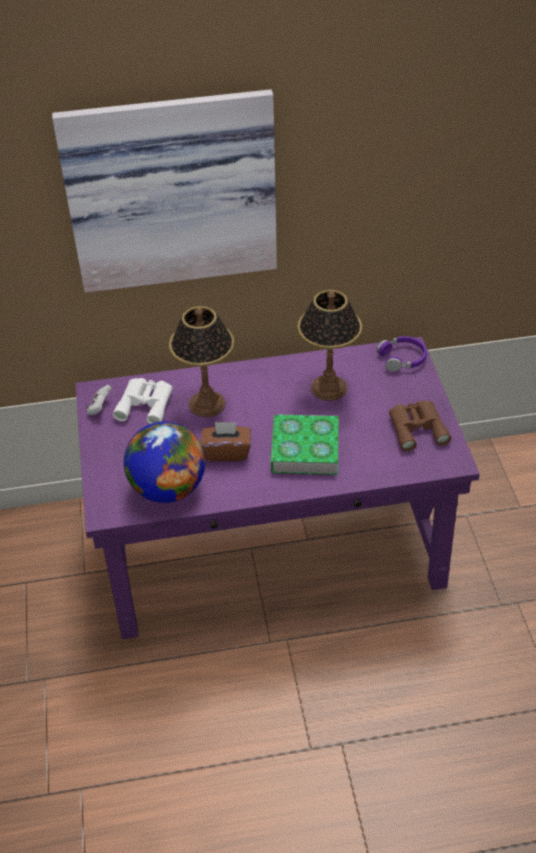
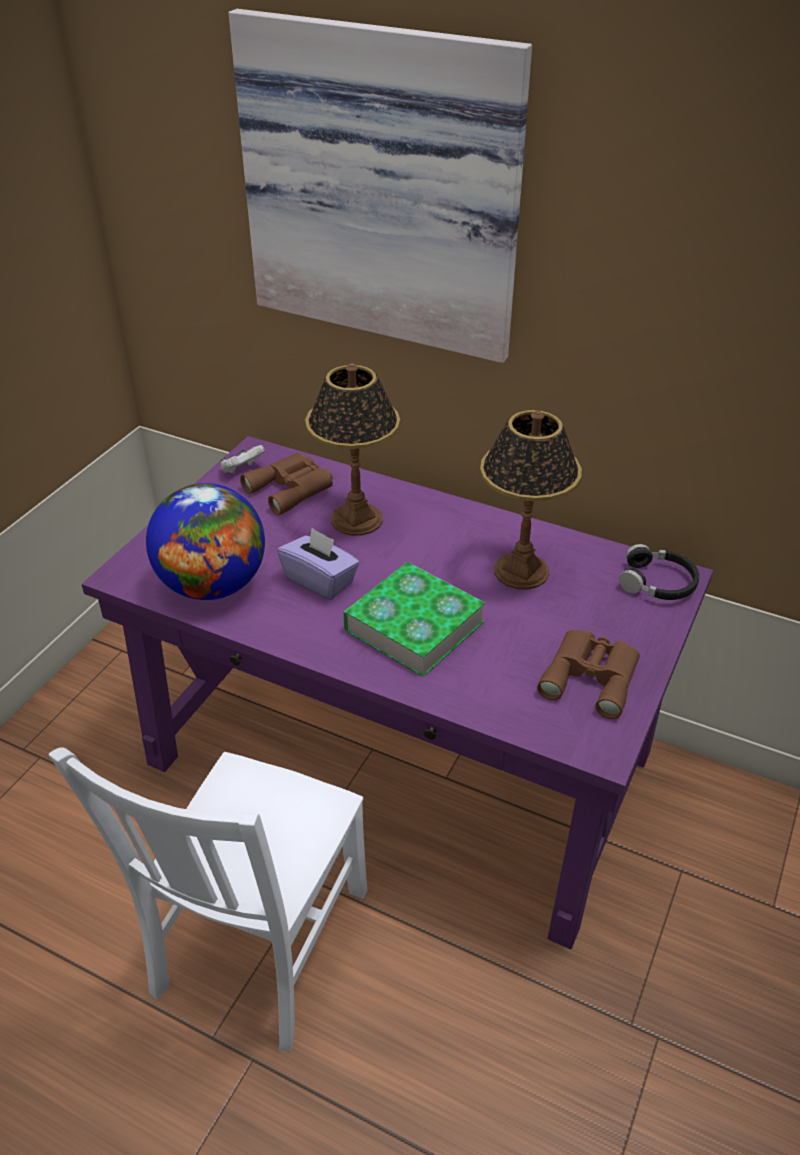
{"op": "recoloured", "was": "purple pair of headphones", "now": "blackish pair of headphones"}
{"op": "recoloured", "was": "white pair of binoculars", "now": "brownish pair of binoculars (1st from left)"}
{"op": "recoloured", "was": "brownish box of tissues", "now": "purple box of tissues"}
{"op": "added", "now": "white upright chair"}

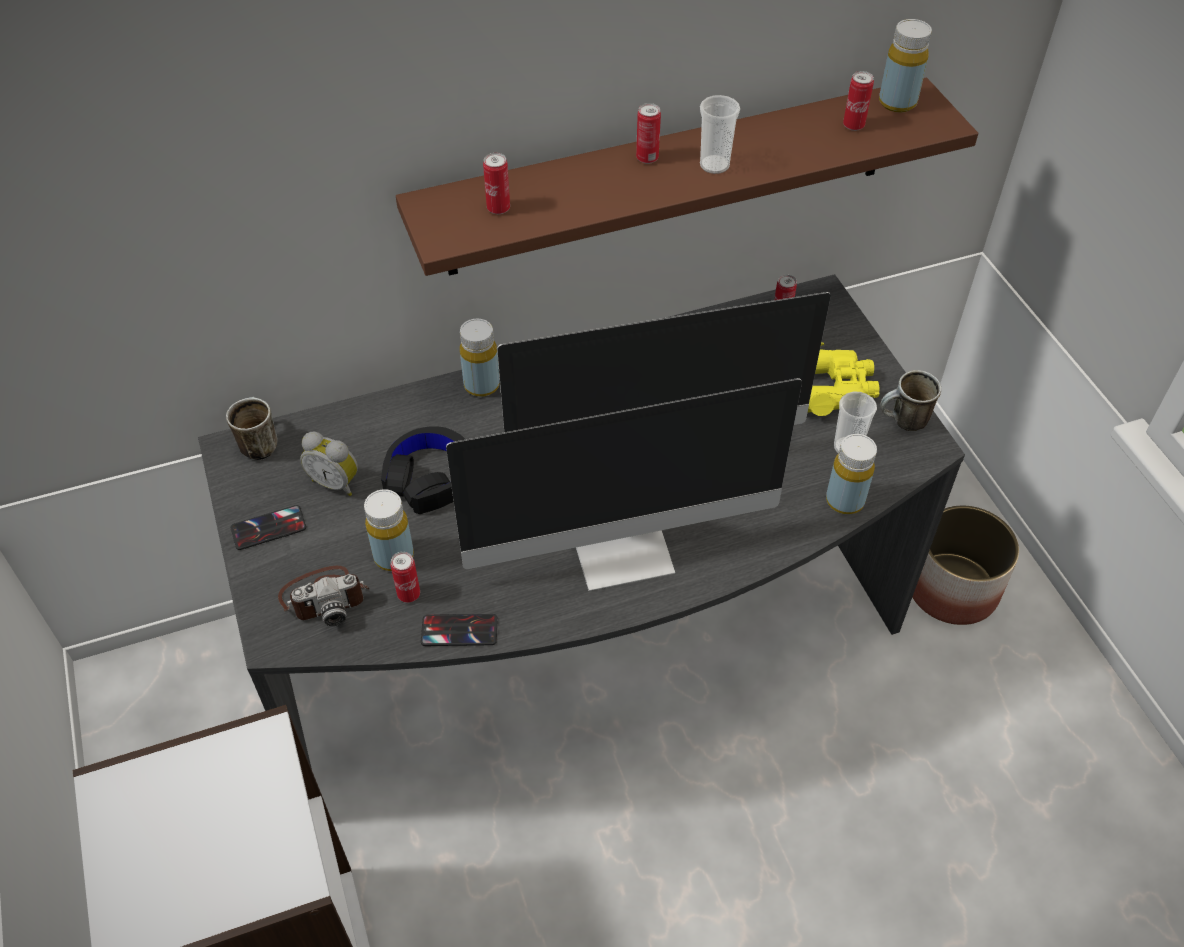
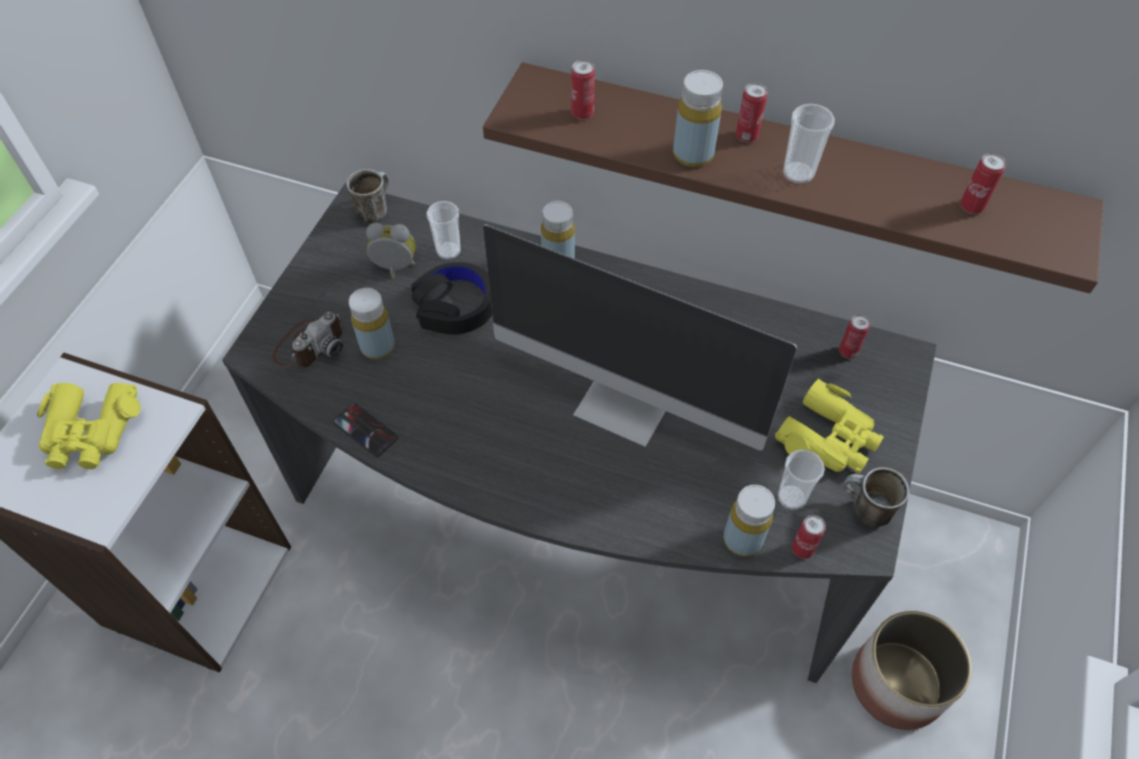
{"op": "moved", "was": "yellow drink bottle (4th from left in the first image)", "now": "yellow drink bottle (3rd from left)"}
{"op": "removed", "was": "computer screen (1st from left)"}
{"op": "turned", "was": "bedside clock", "clockwise": 120}
{"op": "removed", "was": "handset (1st from left)"}
{"op": "moved", "was": "sealed can (1st from left in the first image)", "now": "sealed can (3rd from left)"}
{"op": "turned", "was": "photo camera", "clockwise": -75}
{"op": "added", "now": "drinking cup (1st from left)"}
{"op": "added", "now": "yellow pair of binoculars (1st from left)"}

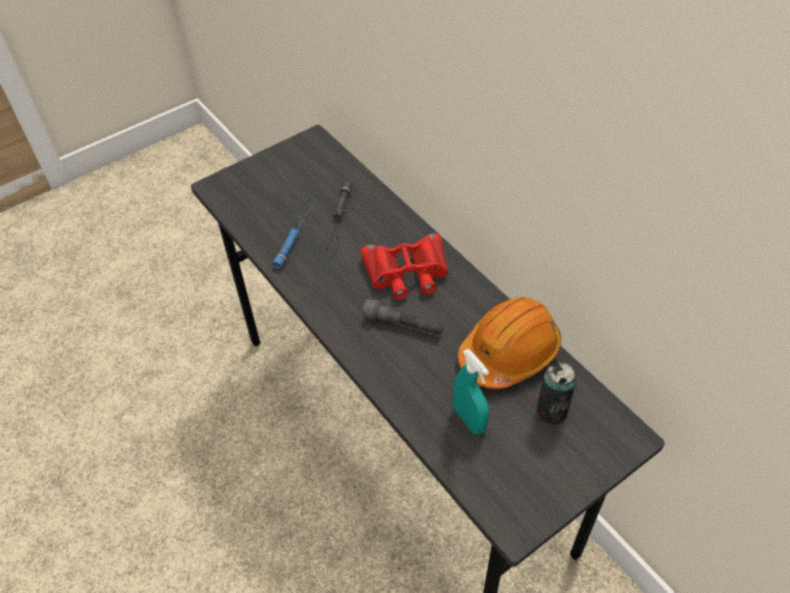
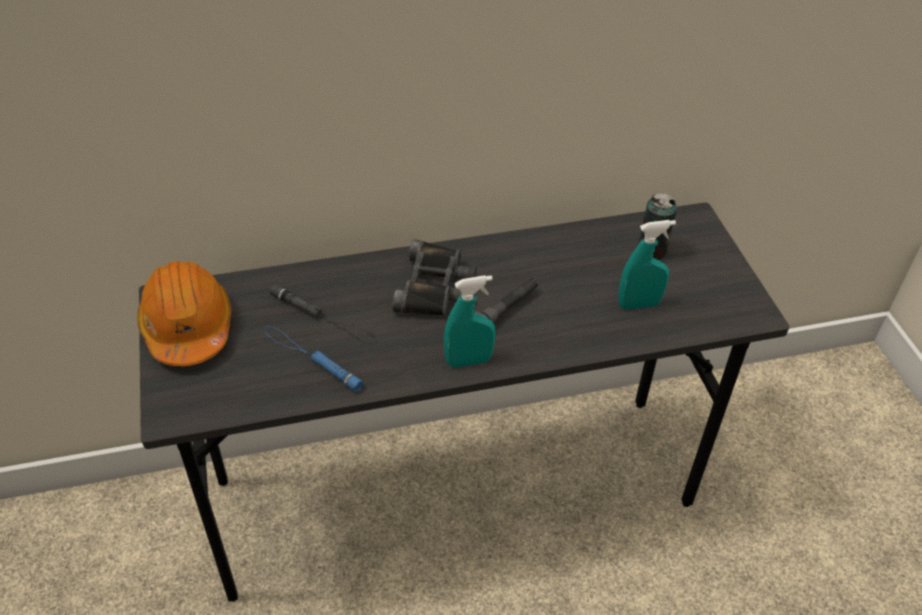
{"op": "recoloured", "was": "reddish pair of binoculars", "now": "blackish pair of binoculars"}
{"op": "moved", "was": "orangey hard hat"}
{"op": "added", "now": "turquoise sprayer (1st from left)"}

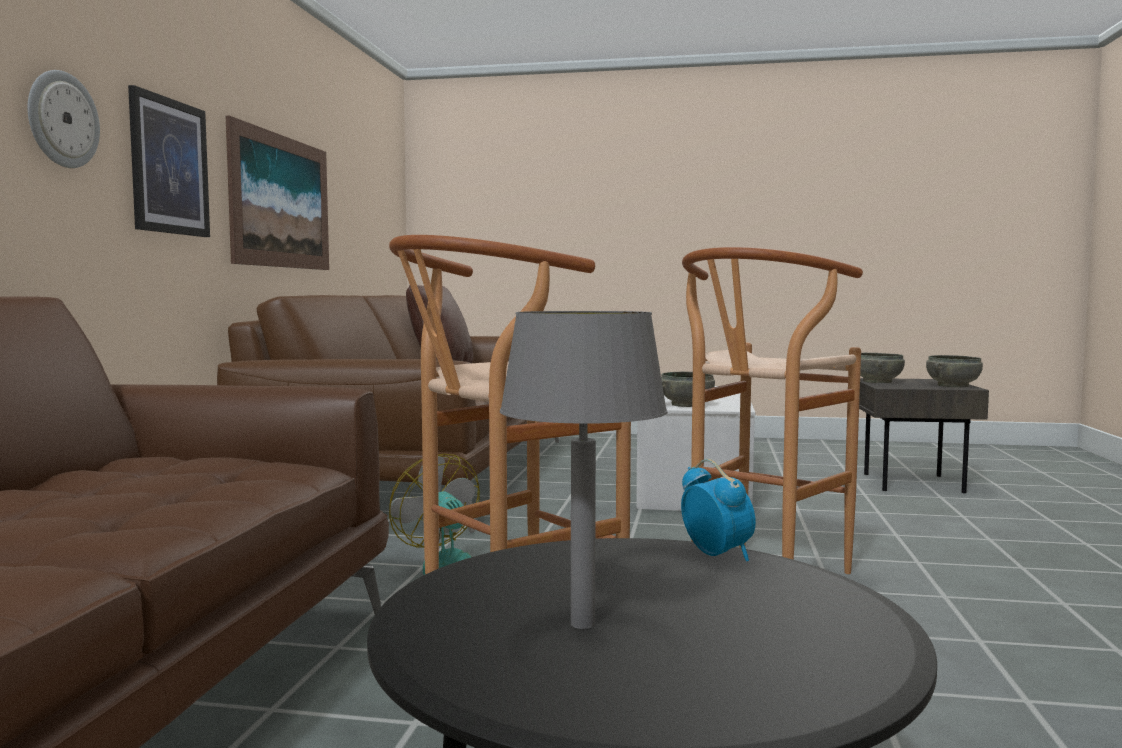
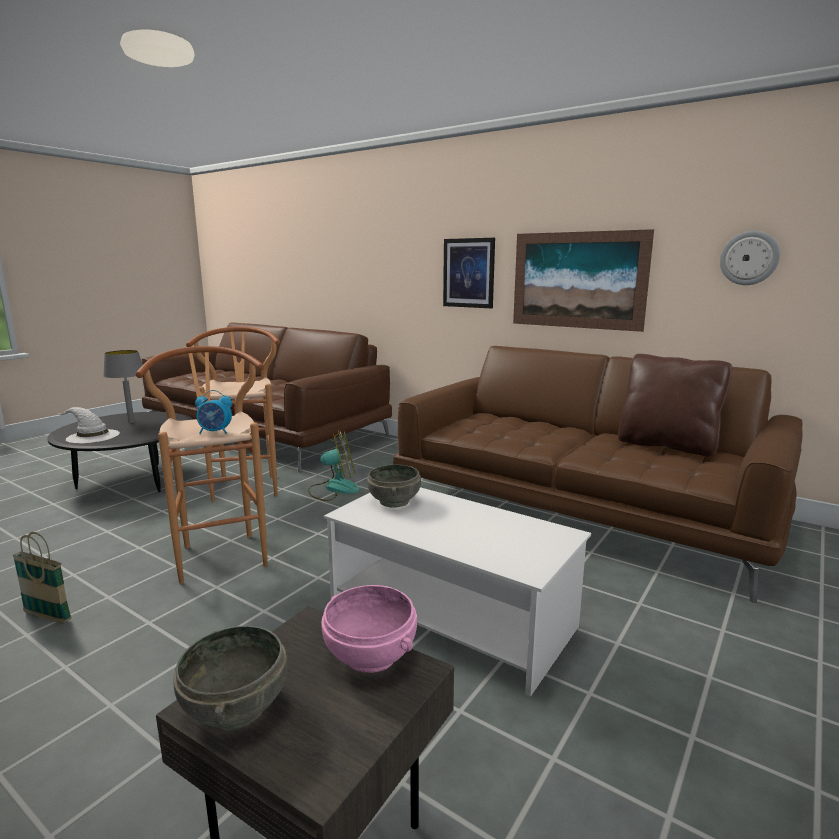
{"op": "moved", "was": "hanging clock"}
{"op": "recoloured", "was": "grey bowl (2nd from left)", "now": "pink-coloured bowl"}
{"op": "moved", "was": "bedside clock"}
{"op": "added", "now": "white clothing hat"}
{"op": "added", "now": "basket"}

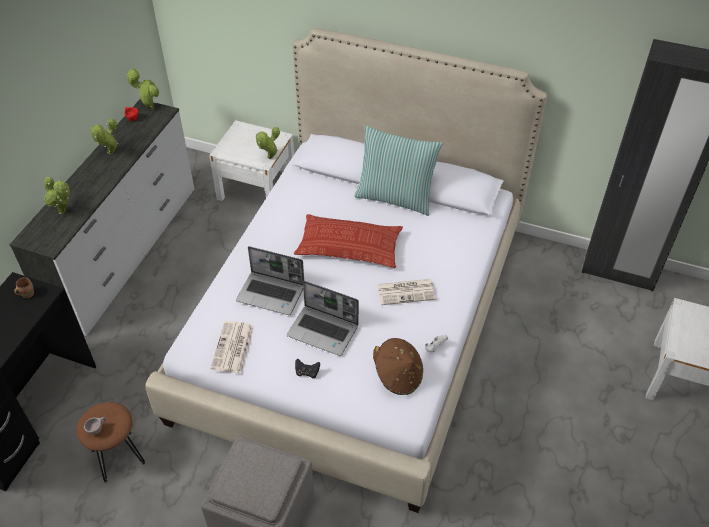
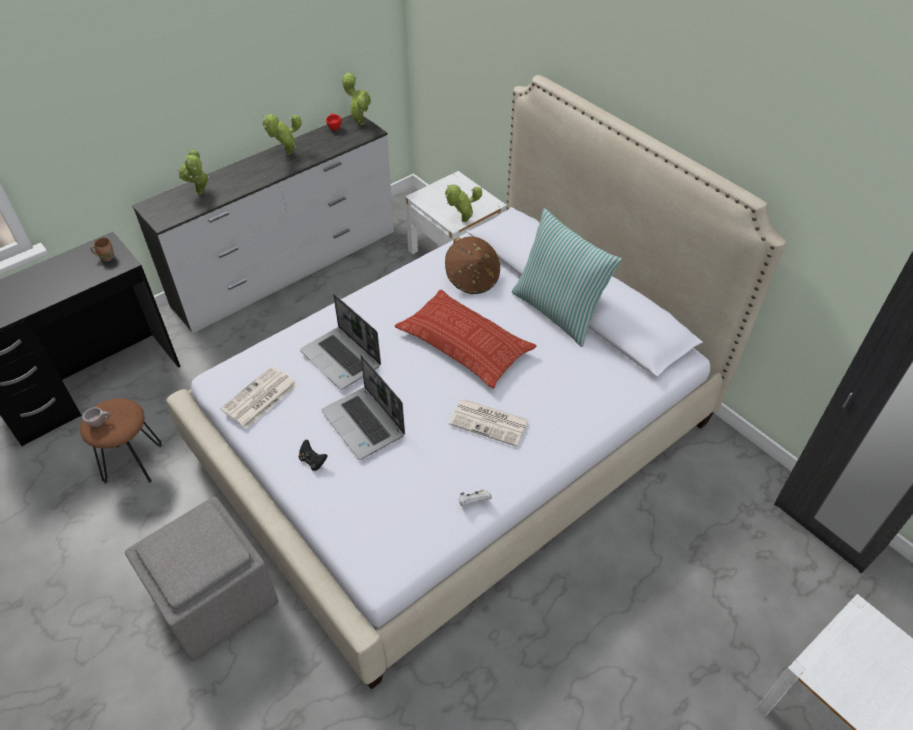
{"op": "moved", "was": "brownish clothing hat"}

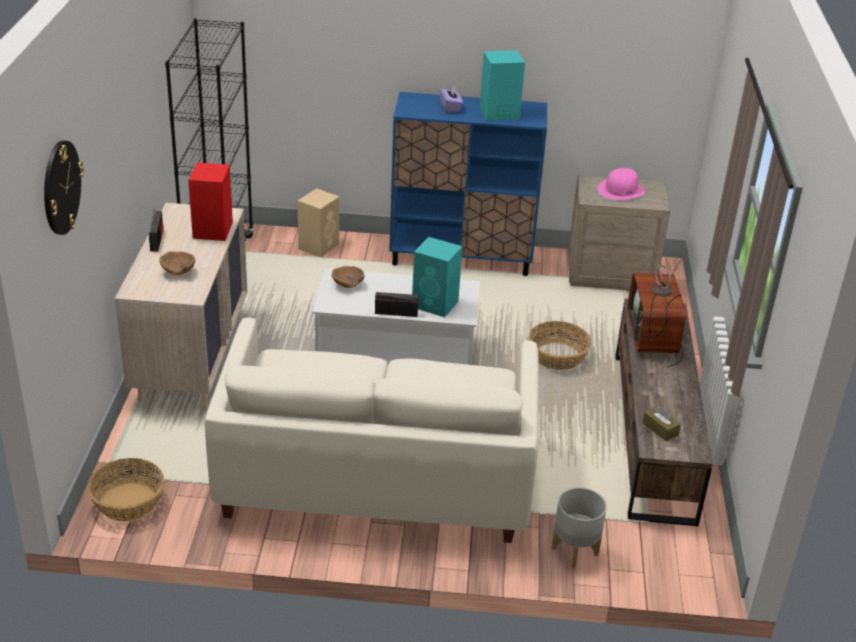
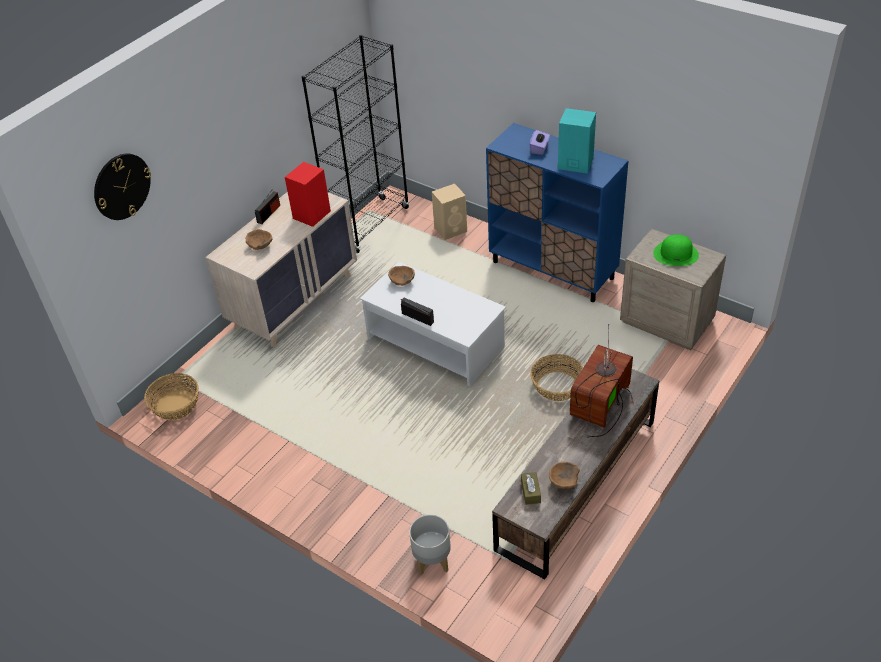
{"op": "recoloured", "was": "pink-coloured clothing hat", "now": "greenish clothing hat"}
{"op": "removed", "was": "turquoise audio speaker (1st from left)"}
{"op": "removed", "was": "white couch"}
{"op": "added", "now": "brownish bowl (3rd from left)"}

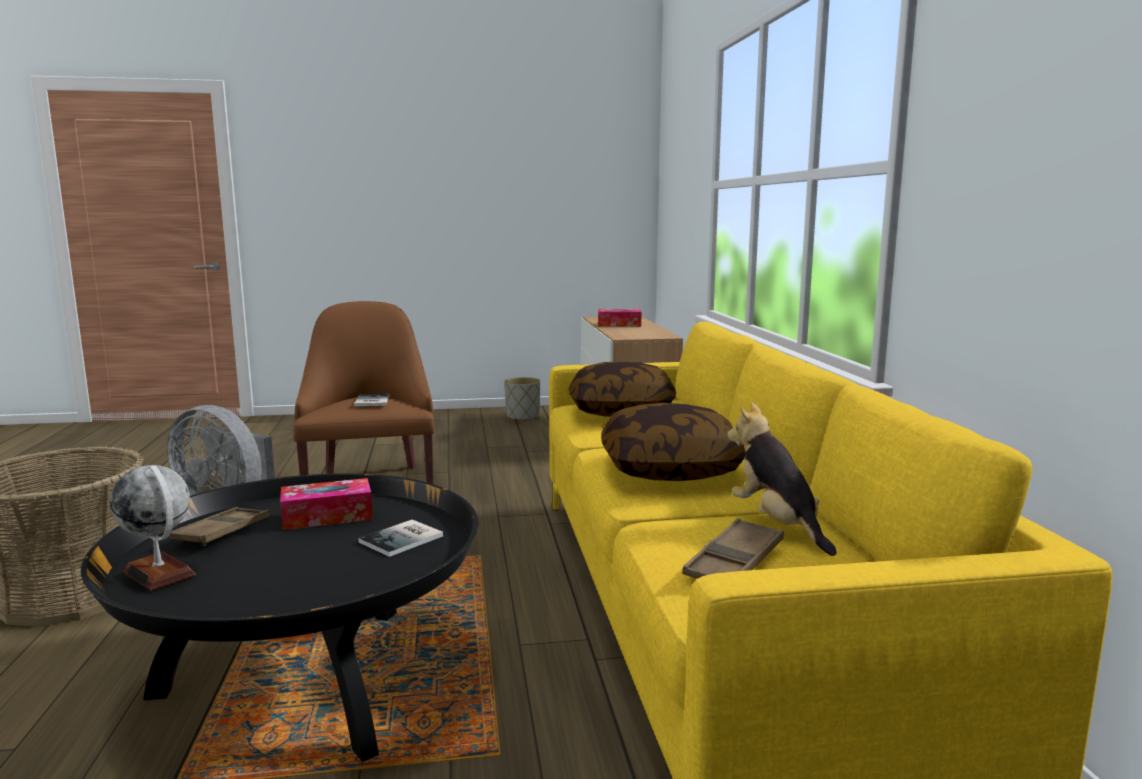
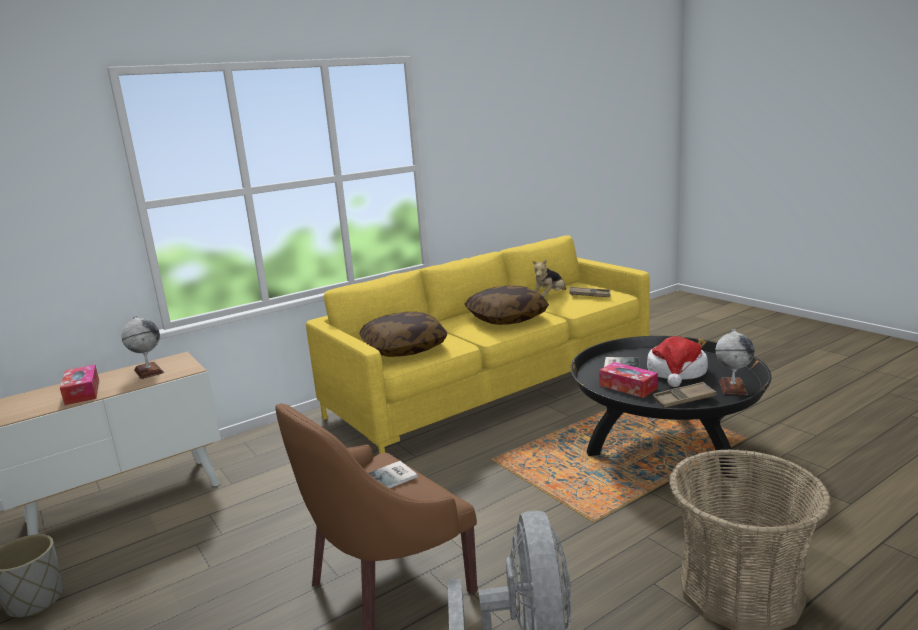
{"op": "added", "now": "desk globe (1st from left)"}
{"op": "added", "now": "clothing hat"}

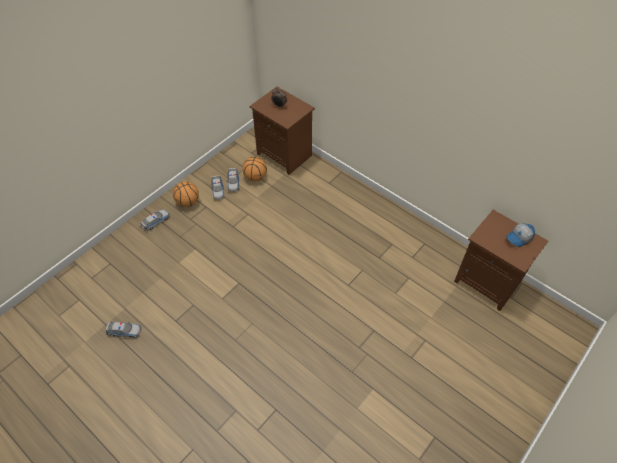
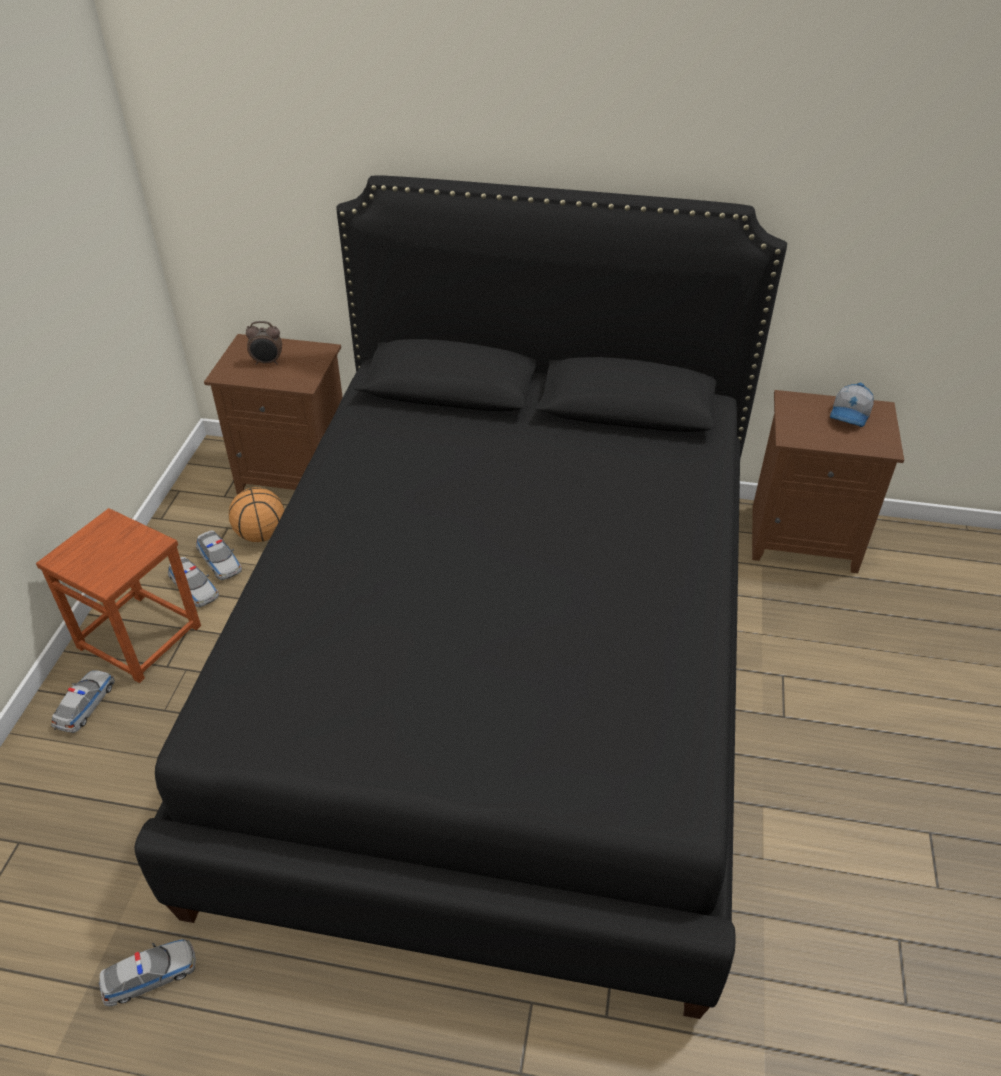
{"op": "replaced", "was": "basketball ball (1st from left)", "now": "brownish stool seat"}
{"op": "added", "now": "blackish bed"}

